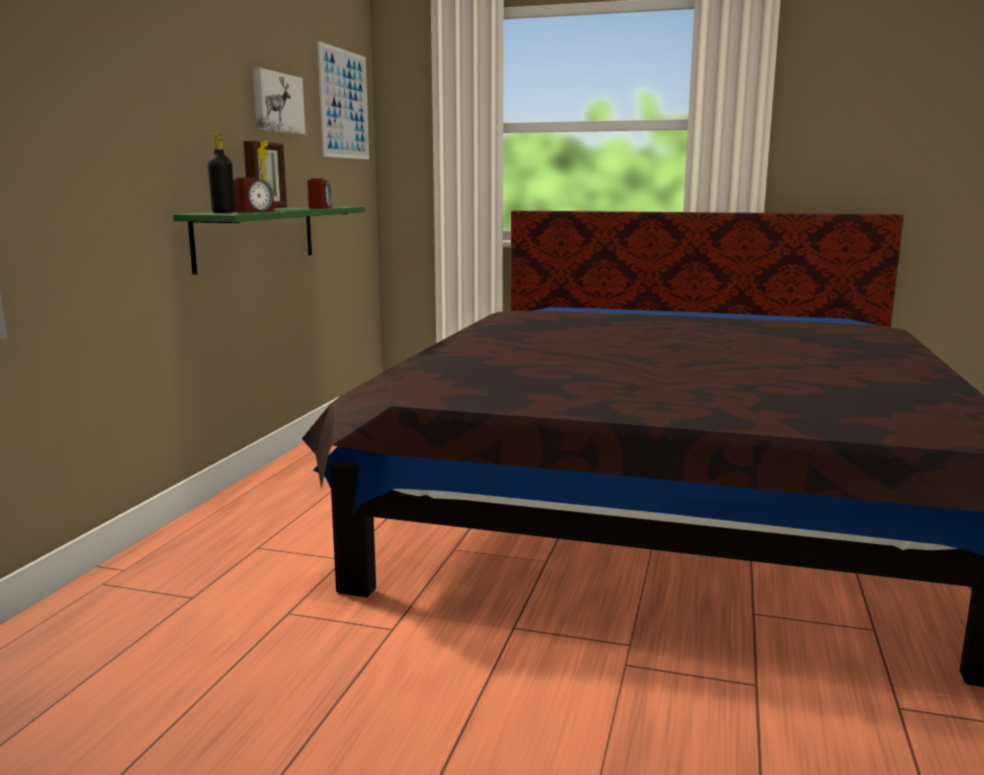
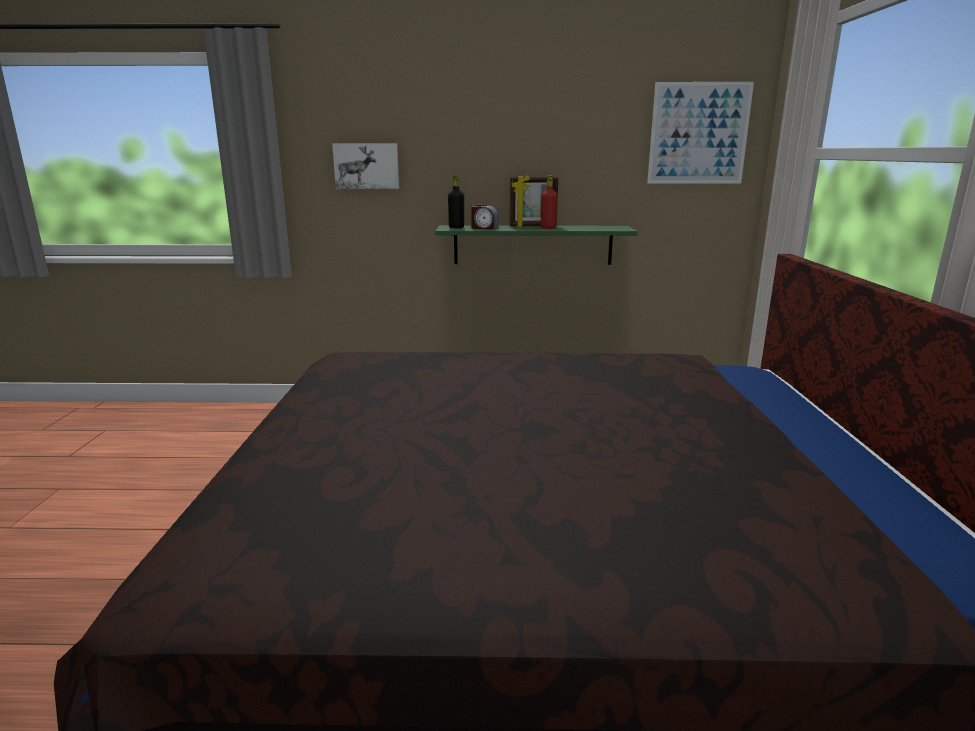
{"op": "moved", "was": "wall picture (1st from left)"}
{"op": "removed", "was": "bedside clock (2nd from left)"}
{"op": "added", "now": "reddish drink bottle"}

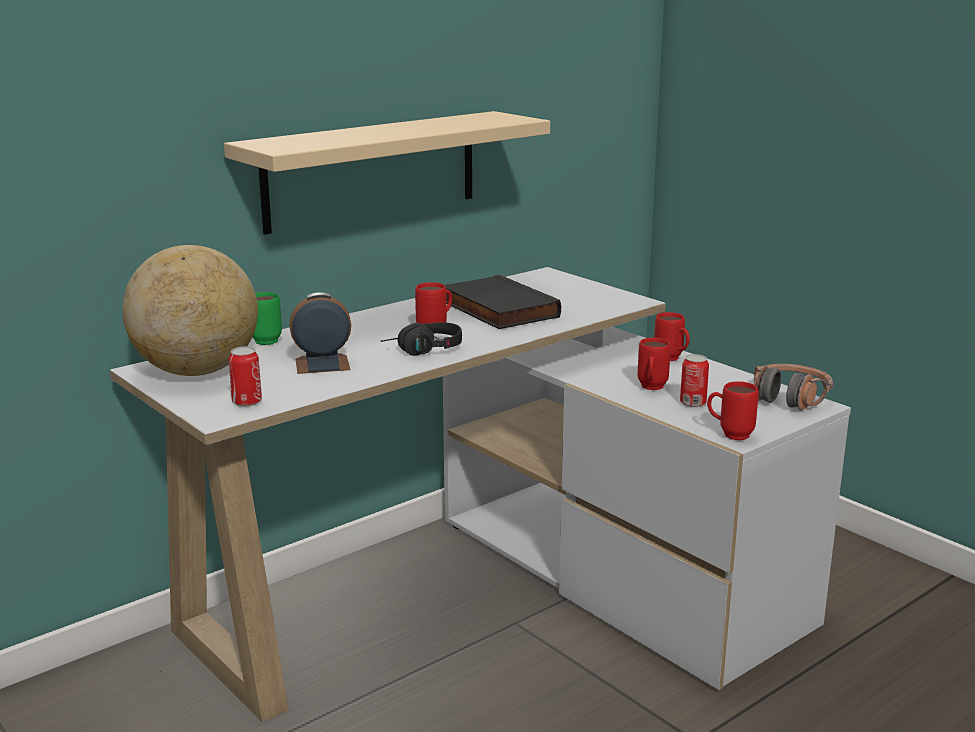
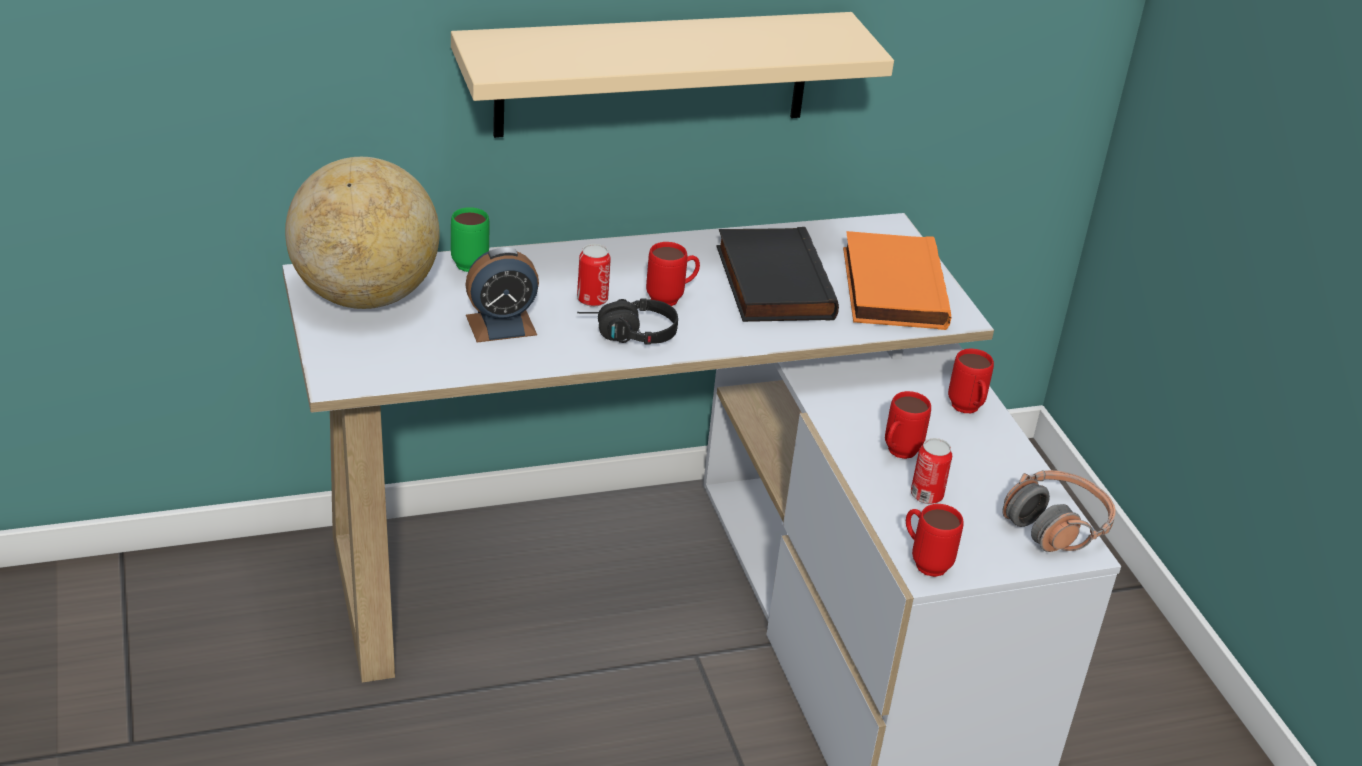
{"op": "turned", "was": "bedside clock", "clockwise": 150}
{"op": "moved", "was": "sealed can (1st from left)"}
{"op": "added", "now": "orangey book"}

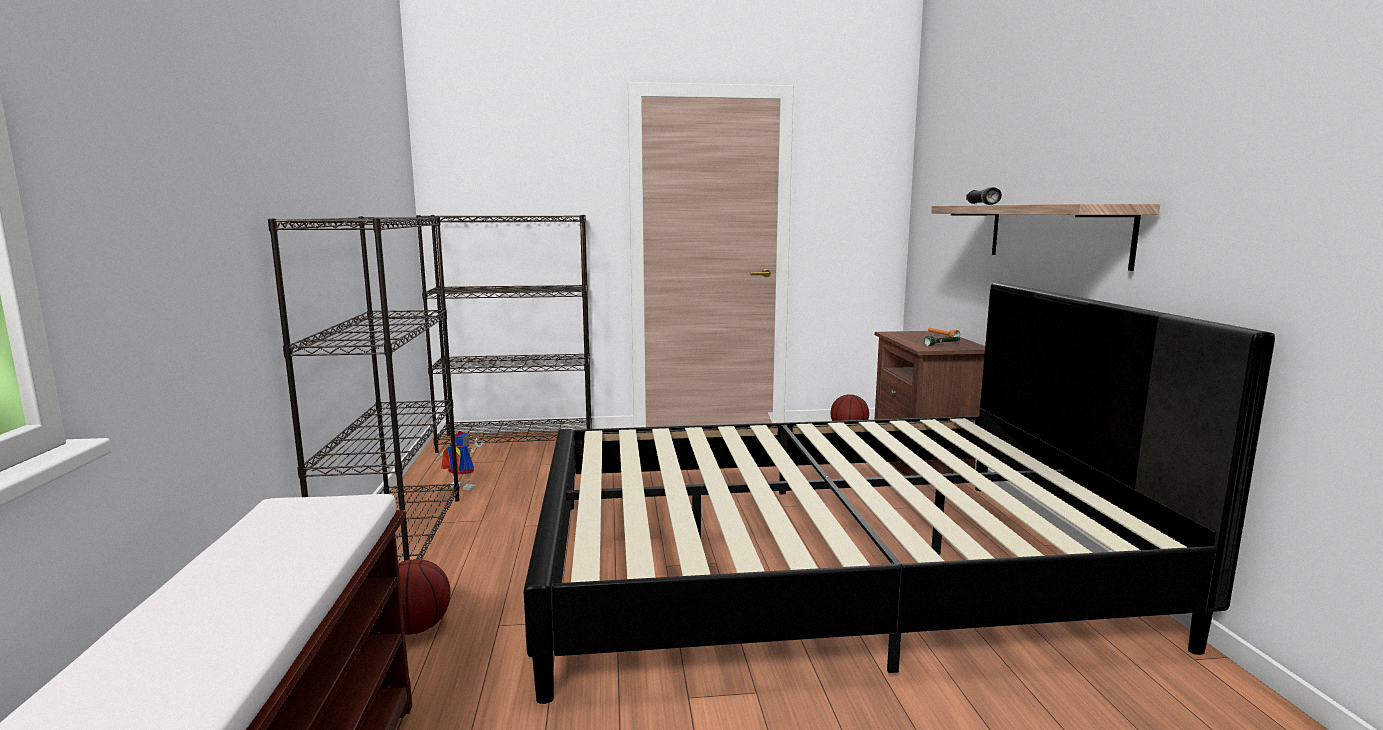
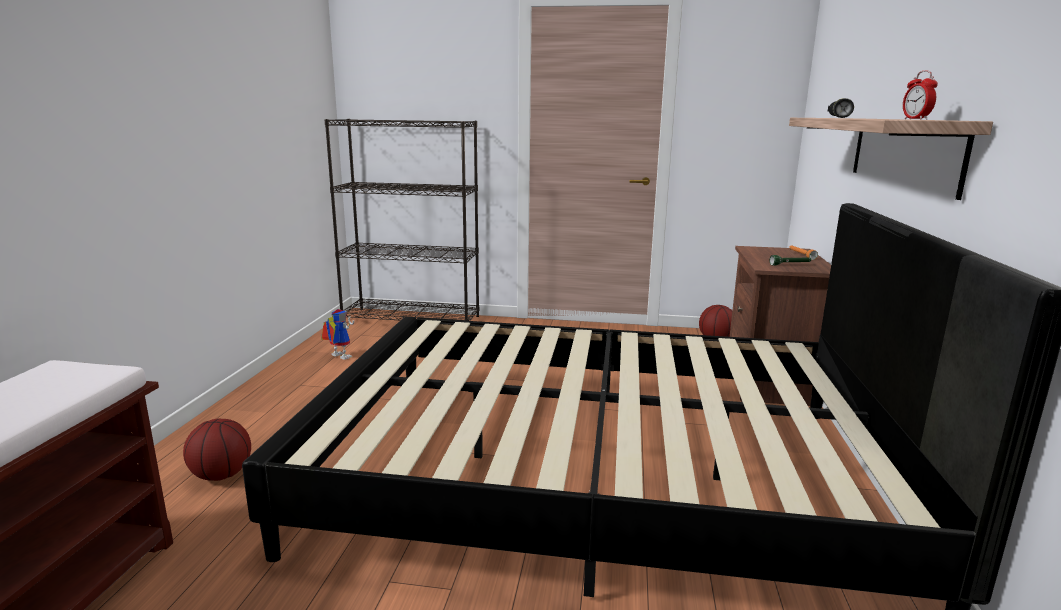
{"op": "removed", "was": "blackish bookcase (1st from left)"}
{"op": "added", "now": "bedside clock"}

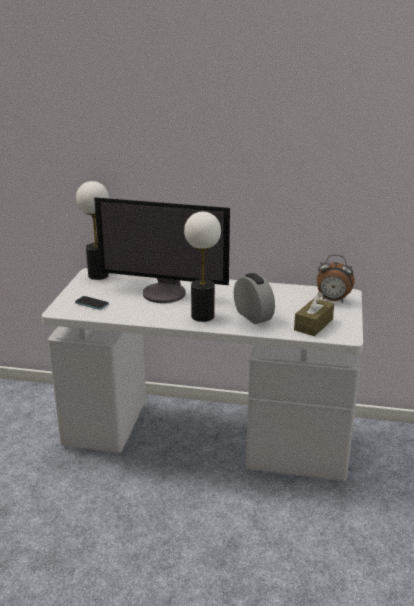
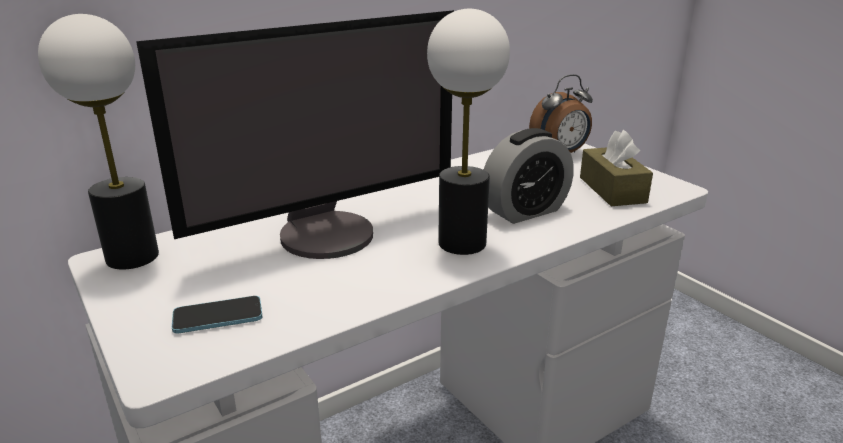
{"op": "turned", "was": "bedside clock (1st from left)", "clockwise": 135}

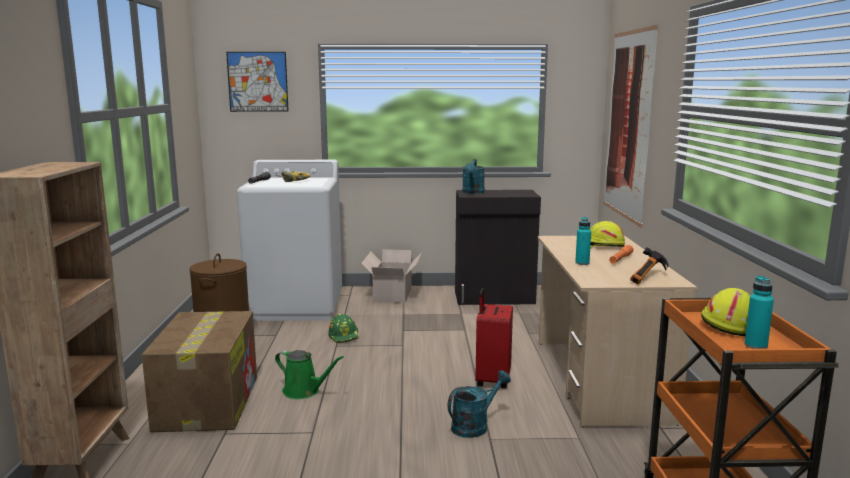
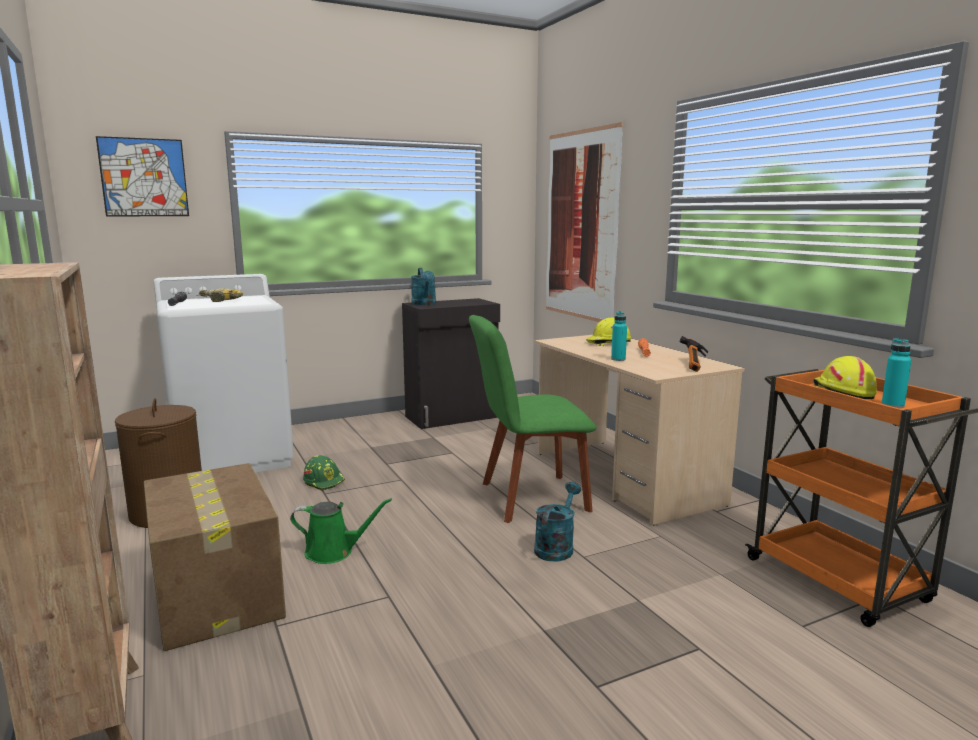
{"op": "removed", "was": "packing box (2nd from left)"}
{"op": "replaced", "was": "reddish piece of luggage", "now": "greenish upright chair"}

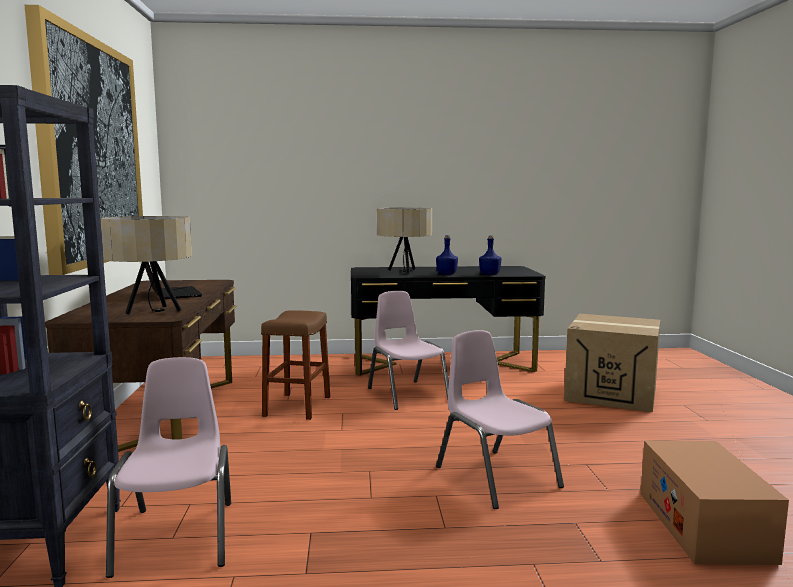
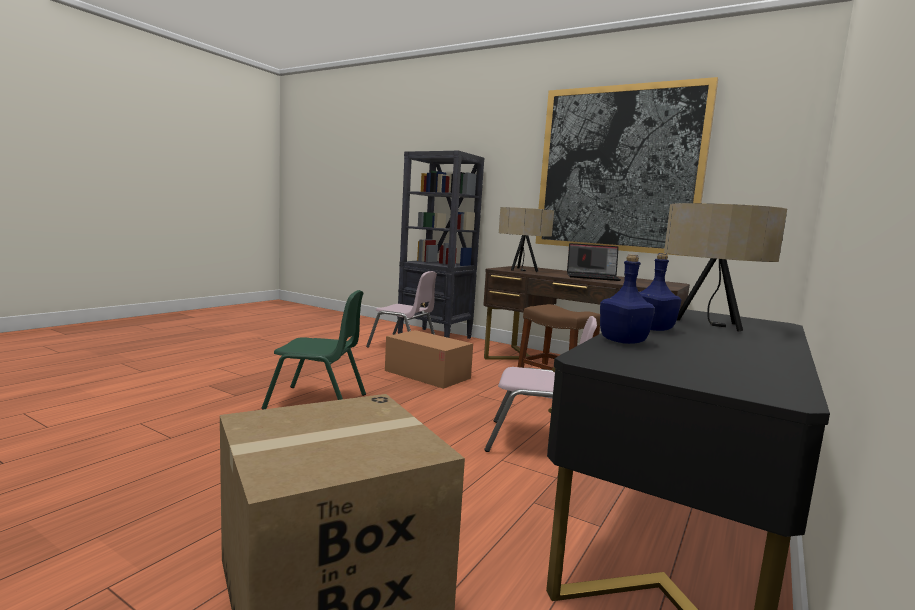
{"op": "recoloured", "was": "pink-coloured upright chair (3rd from left)", "now": "greenish upright chair"}
{"op": "moved", "was": "packing box (2nd from left)"}

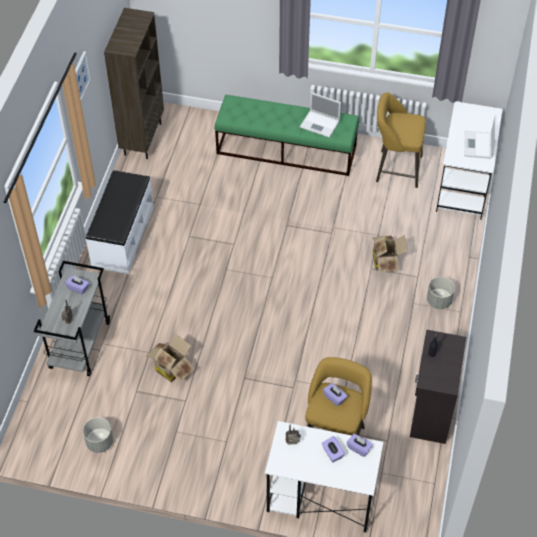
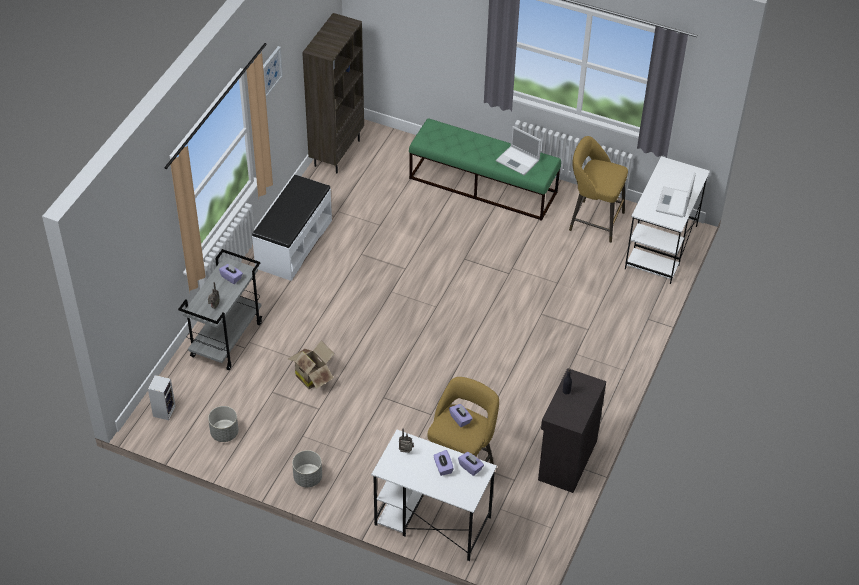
{"op": "removed", "was": "packing box (2nd from left)"}
{"op": "moved", "was": "grey planter (2nd from left)"}
{"op": "added", "now": "audio speaker"}

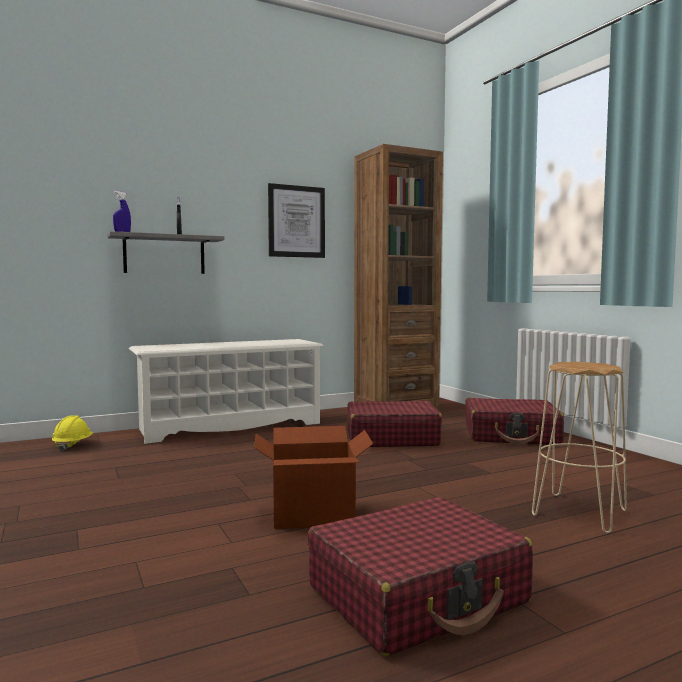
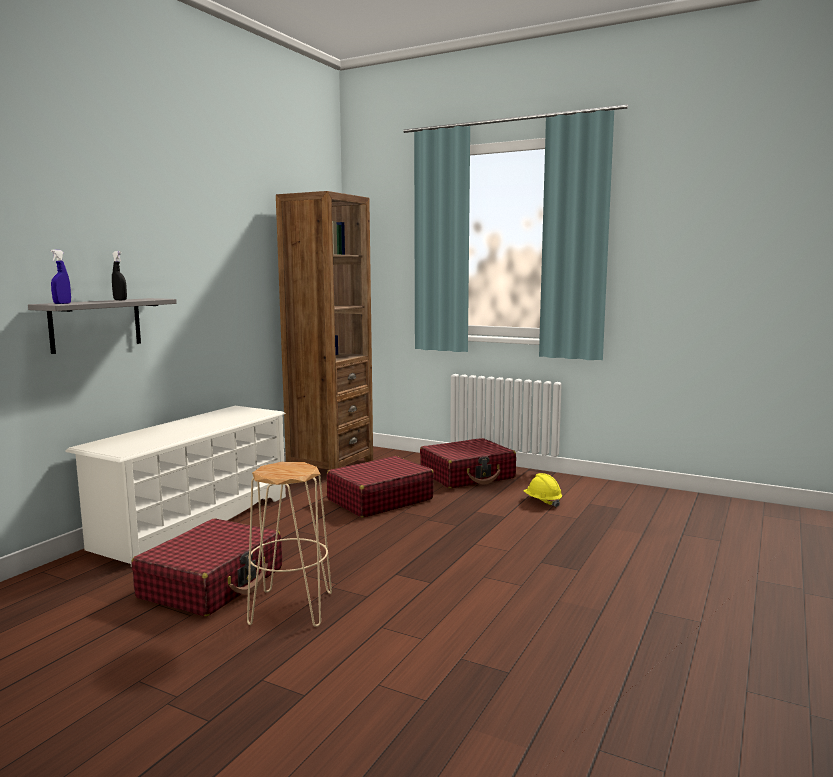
{"op": "removed", "was": "wall picture"}
{"op": "moved", "was": "sand-coloured stool seat"}
{"op": "moved", "was": "yellow hard hat"}
{"op": "removed", "was": "packing box"}
{"op": "moved", "was": "reddish piece of luggage (2nd from left in the first image)", "now": "reddish piece of luggage (1st from left)"}

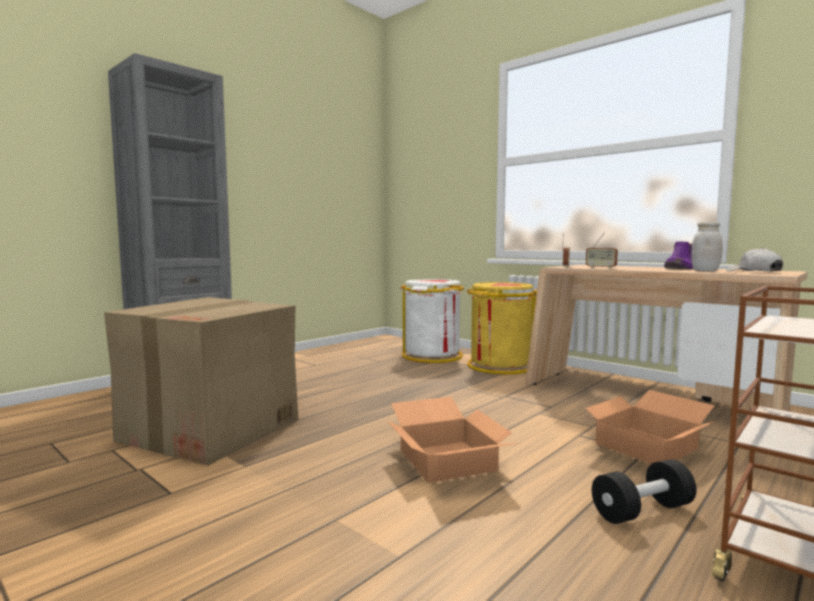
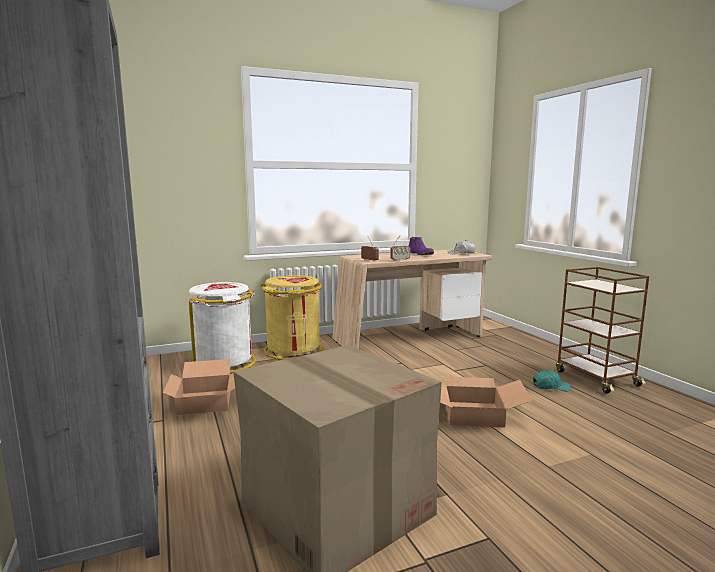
{"op": "removed", "was": "white jar"}
{"op": "moved", "was": "packing box (3rd from left in the first image)", "now": "packing box (1st from left)"}
{"op": "replaced", "was": "blackish dumbbell", "now": "turquoise peaked cap"}

